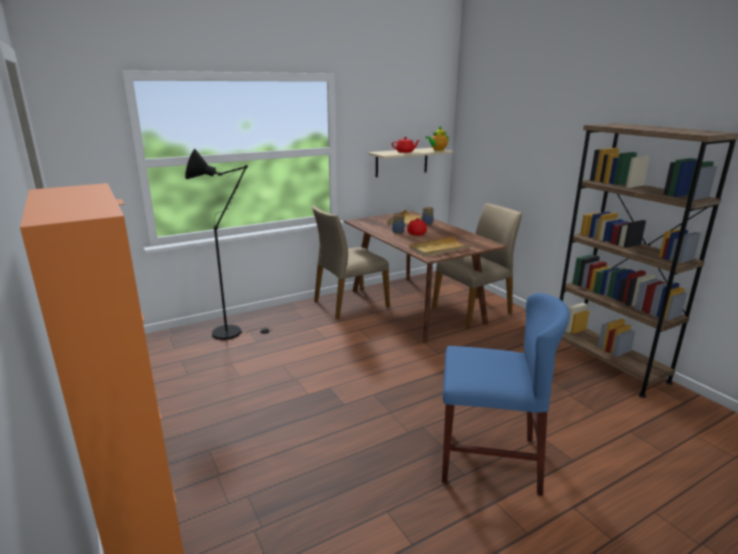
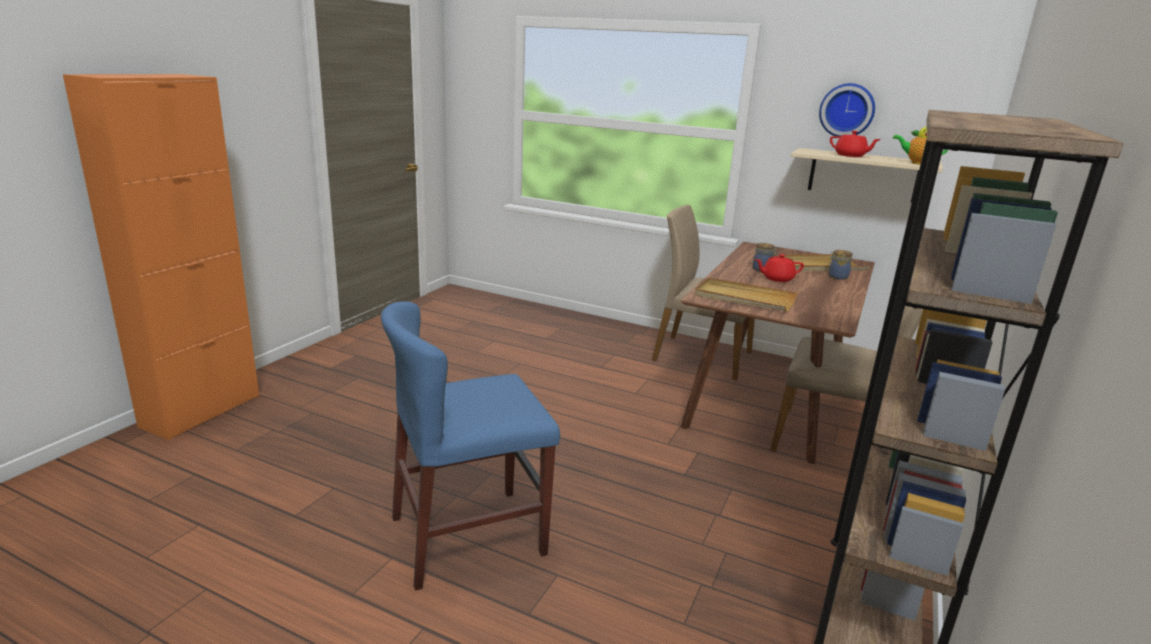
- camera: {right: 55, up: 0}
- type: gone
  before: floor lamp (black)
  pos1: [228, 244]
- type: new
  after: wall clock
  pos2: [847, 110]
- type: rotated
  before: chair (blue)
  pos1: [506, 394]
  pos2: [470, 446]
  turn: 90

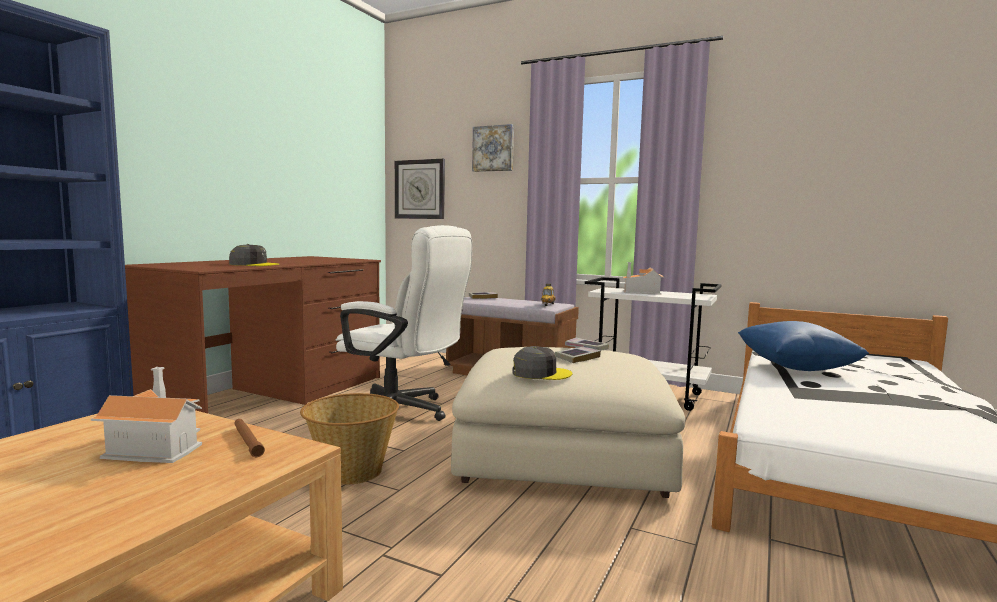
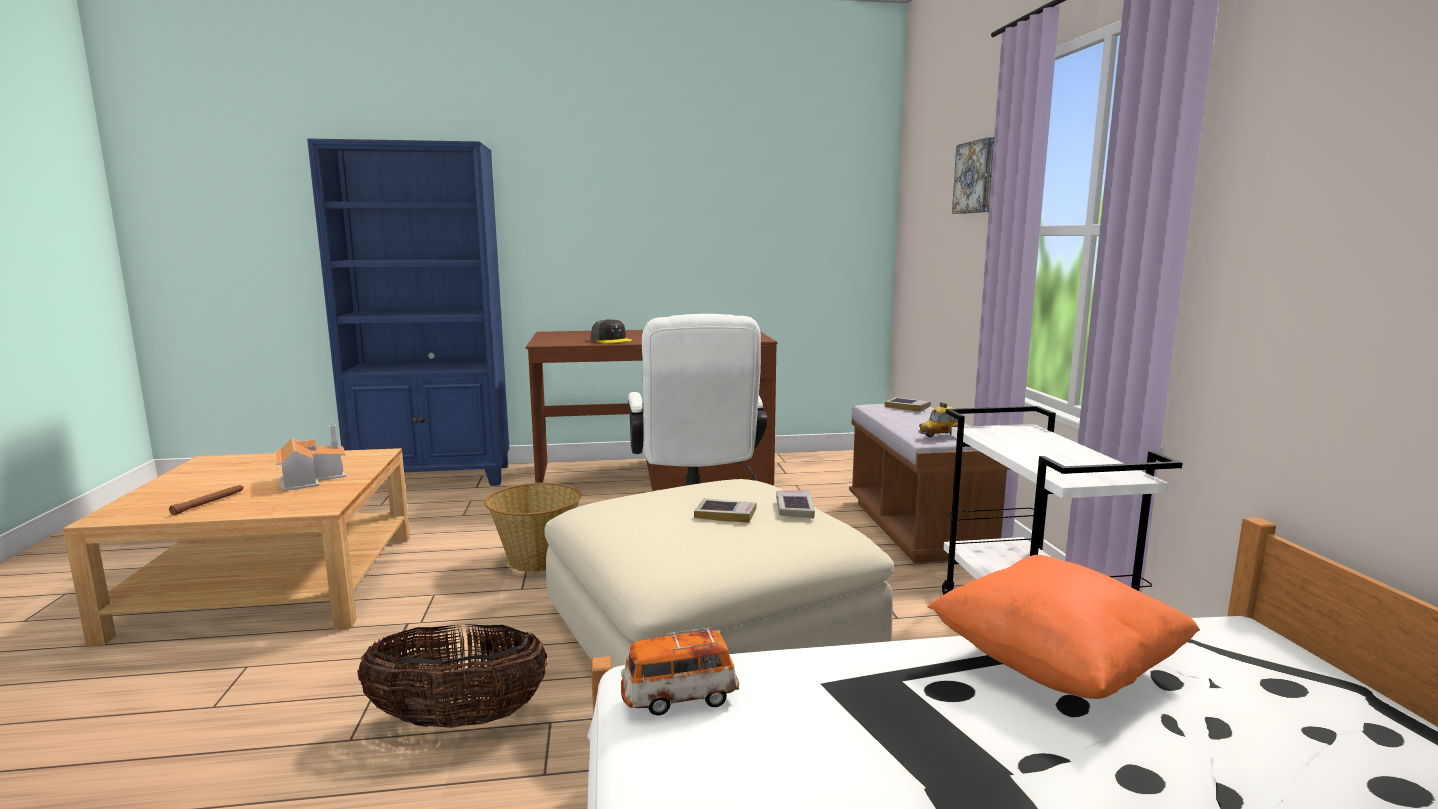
- camera: {right: 55, up: 5}
- type: gone
  before: wall clock
  pos1: [420, 189]
- type: gone
  before: cap (grey)
  pos1: [542, 363]
- type: gone
  before: toy house
  pos1: [643, 278]
- type: new
  after: basket
  pos2: [452, 676]
- type: new
  after: toy car
  pos2: [680, 671]
- type: shifted
  before: flashlight (brown)
  pos1: [249, 438]
  pos2: [206, 500]
- type: repainted
  before: pillow (blue)
  after: pillow (orange)
  pos1: [803, 346]
  pos2: [1064, 627]

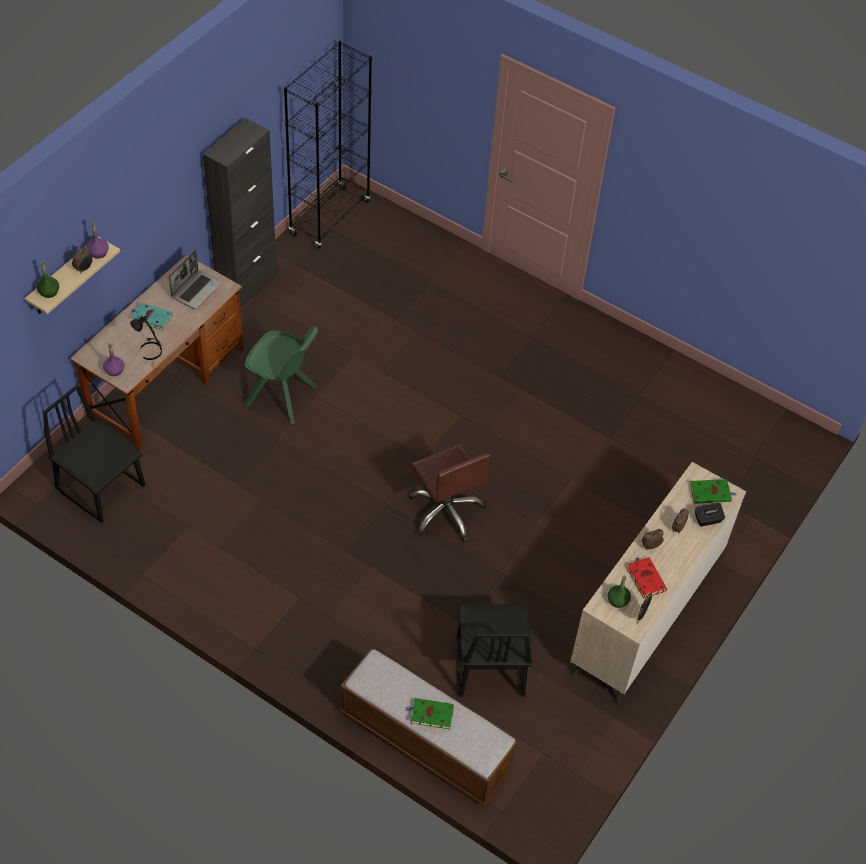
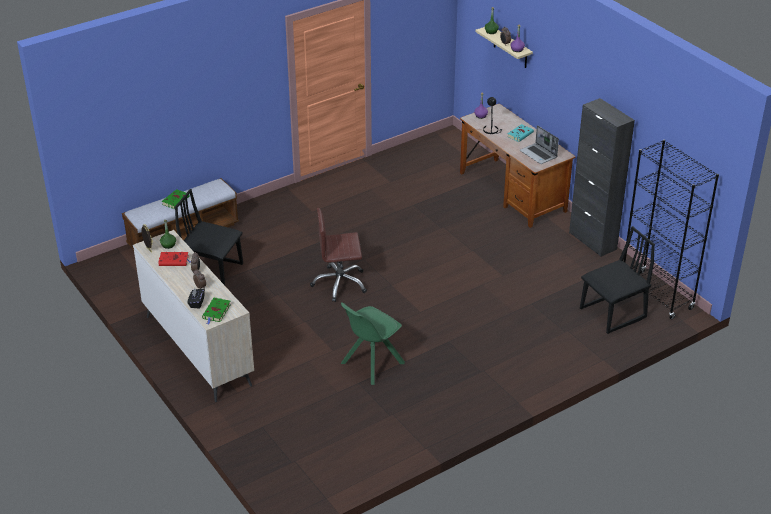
- camera: {right: 115, up: -15}
- type: shifted
  before: chair (black)
  pos1: [94, 453]
  pos2: [617, 280]
- type: shifted
  before: chair (green)
  pos1: [281, 375]
  pos2: [373, 343]

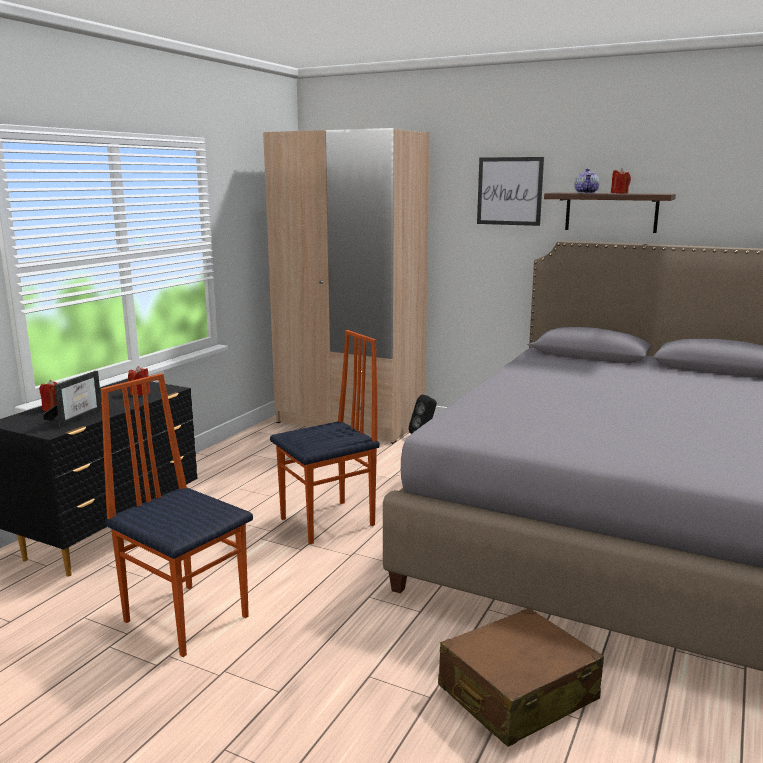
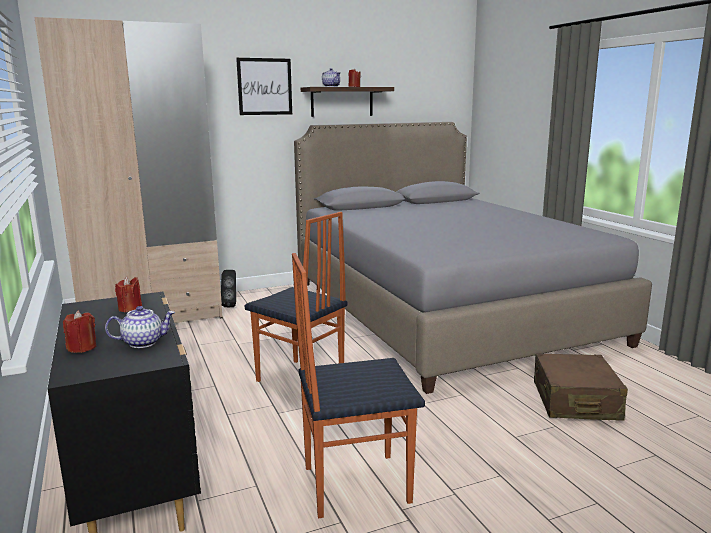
- camera: {right: -50, up: 0}
- type: swapped
  before: picture frame
  after: teapot
  pos1: [72, 399]
  pos2: [140, 327]
- type: rotated
  before: chair
  pos1: [325, 437]
  pos2: [296, 297]
  turn: 120

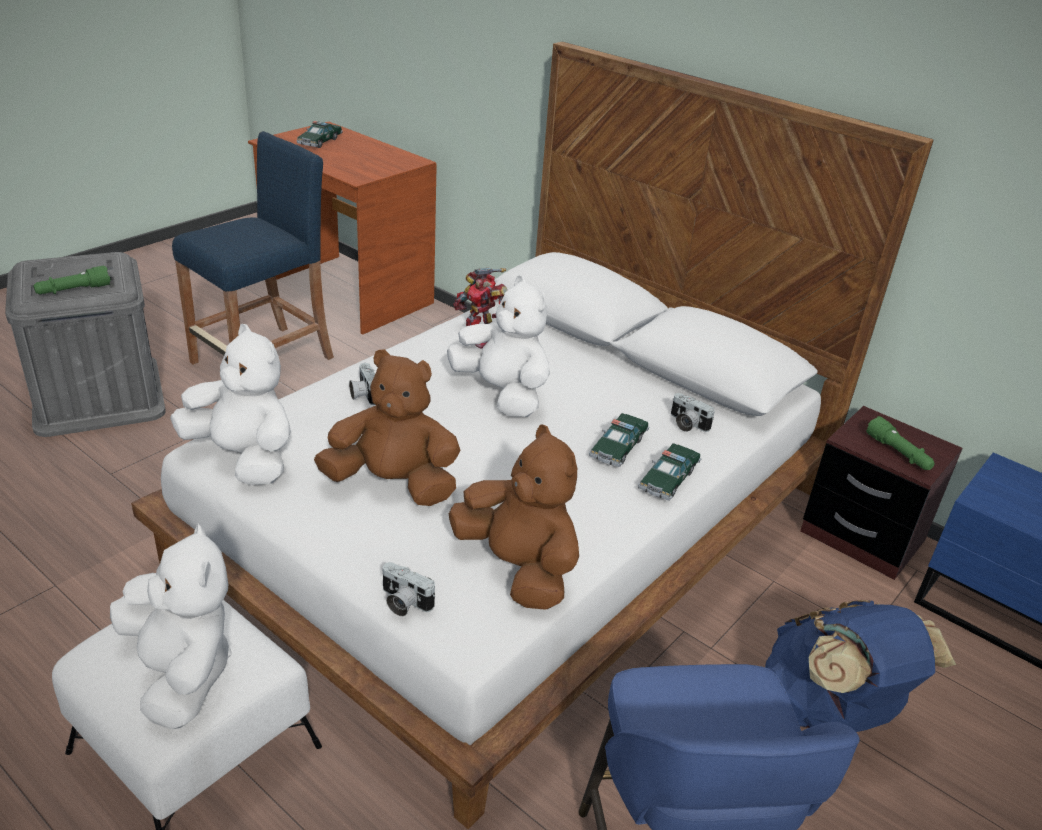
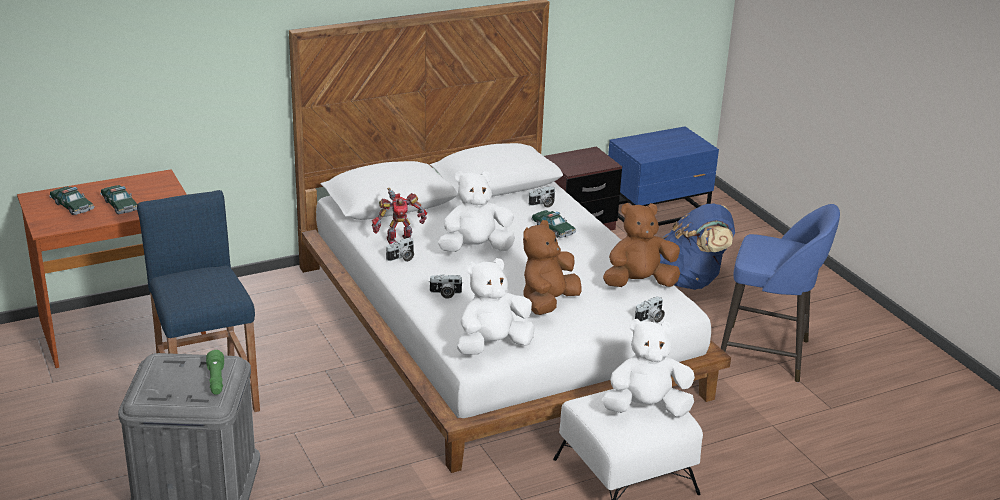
- camera: {right: -65, up: -5}
- type: gone
  before: flashlight (green)
  pos1: [900, 443]
- type: new
  after: photo camera
  pos2: [400, 250]
- type: shifted
  before: toy car
  pos1: [669, 472]
  pos2: [118, 199]

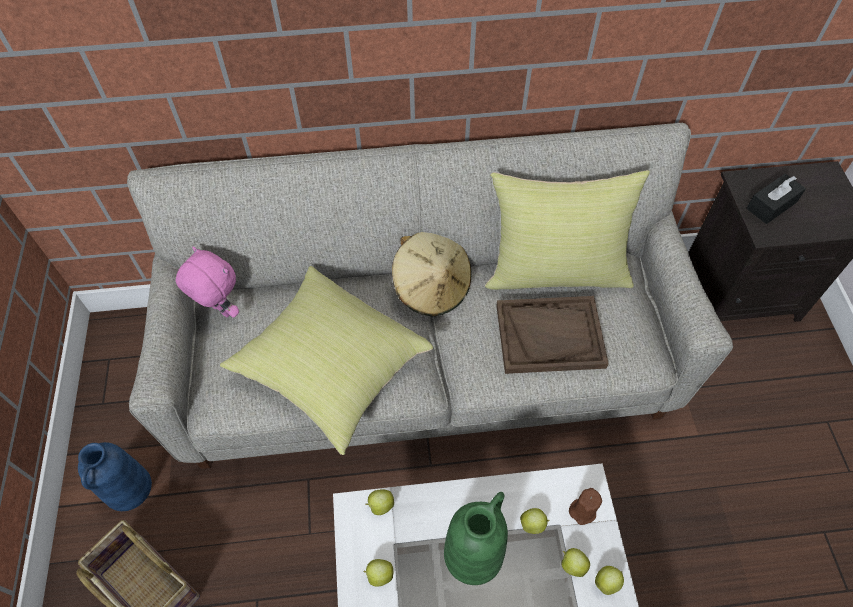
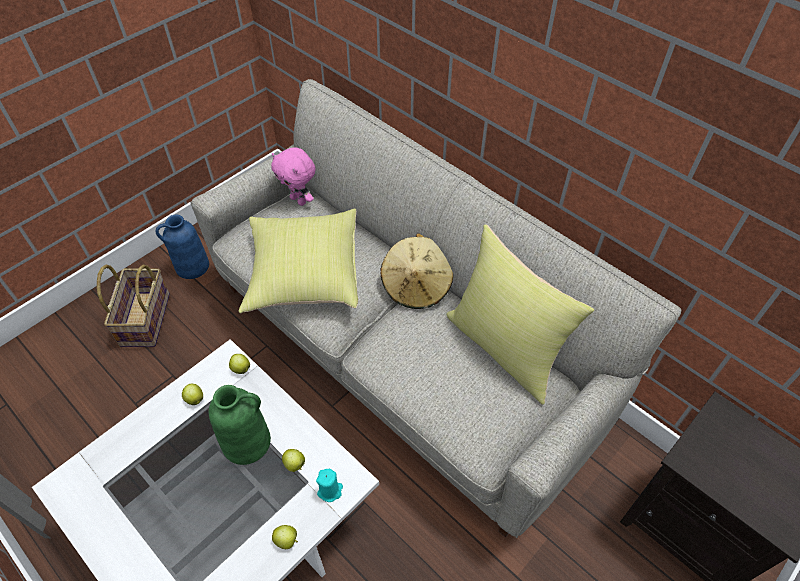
- camera: {right: 50, up: -5}
- type: gone
  before: tray (brown)
  pos1: [552, 335]
- type: gone
  before: apple
  pos1: [576, 562]
- type: gone
  before: tissue box (black)
  pos1: [776, 198]
- type: repainted
  before: candle (brown)
  after: candle (turquoise)
  pos1: [585, 506]
  pos2: [329, 485]
- type: rotated
  before: plush toy (pink)
  pos1: [207, 282]
  pos2: [293, 176]
  turn: 135

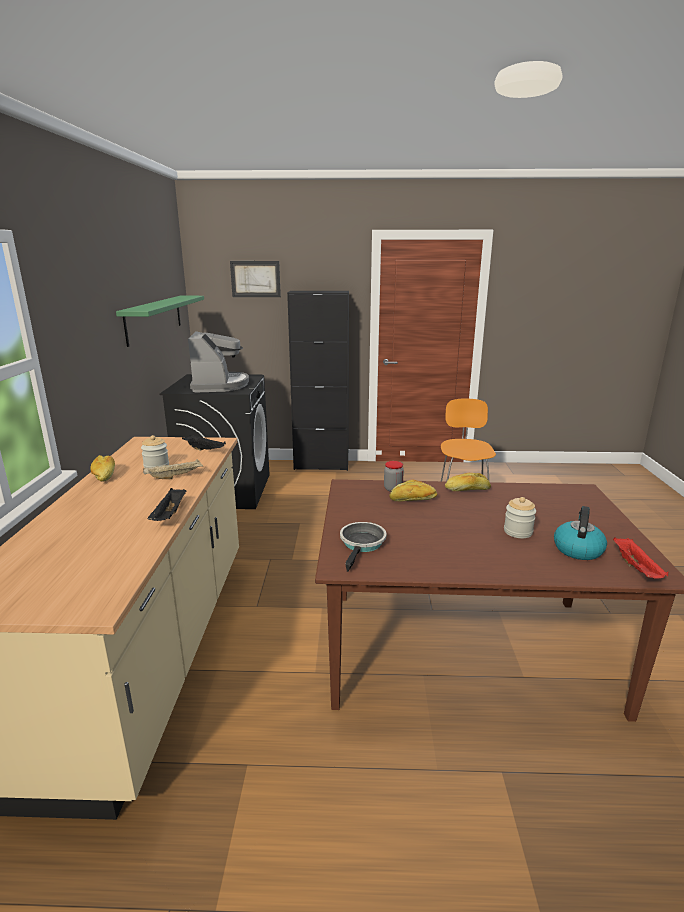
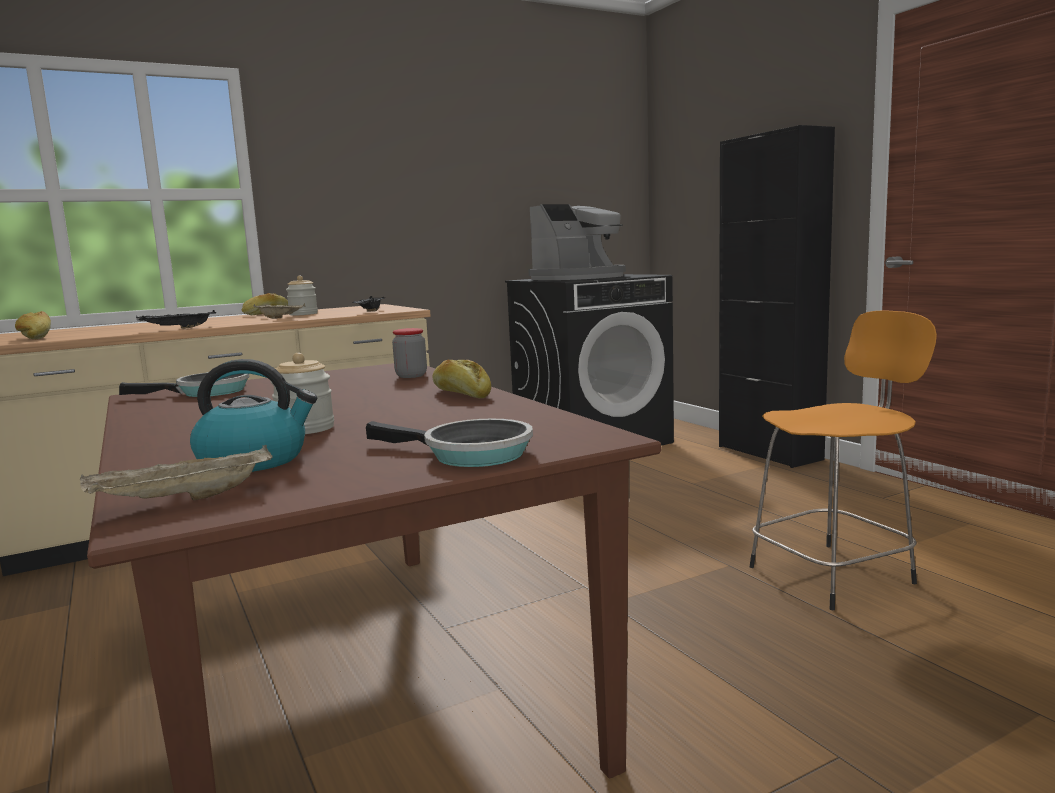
- camera: {right: 60, up: -10}
- type: gone
  before: shelf (green)
  pos1: [160, 321]
- type: gone
  before: picture
  pos1: [255, 279]
- type: new
  after: frying pan
  pos2: [449, 443]
- type: shifted
  before: bread
  pos1: [413, 490]
  pos2: [33, 325]
- type: repainted
  before: tray (red)
  after: tray (beige)
  pos1: [640, 558]
  pos2: [176, 472]

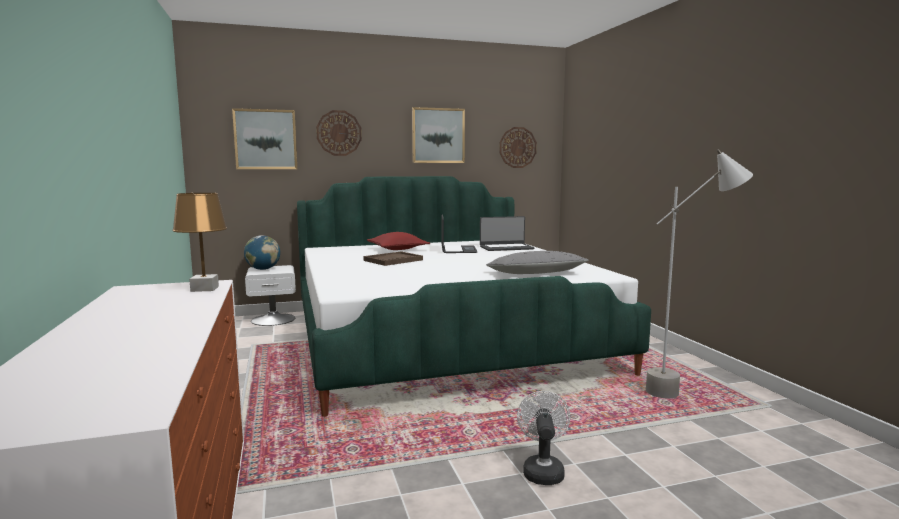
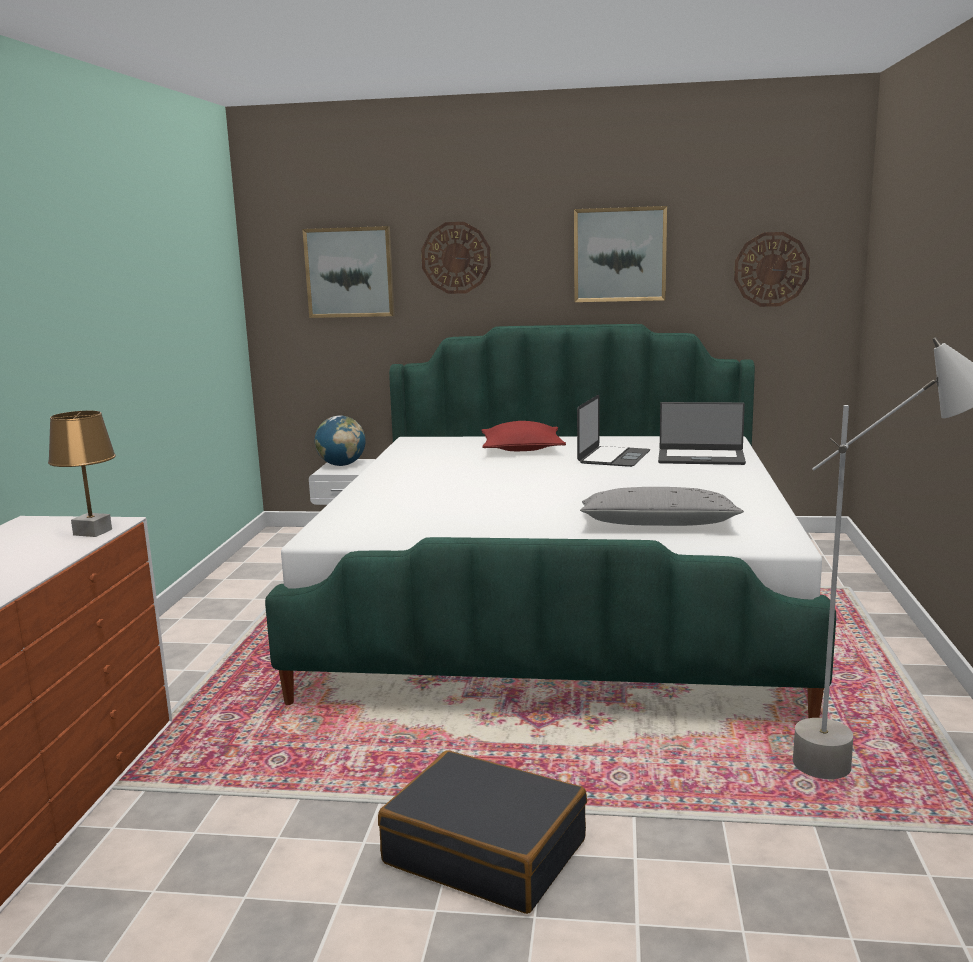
- camera: {right: 25, up: 5}
- type: gone
  before: tray (brown)
  pos1: [393, 259]
- type: swapped
  before: fan (white)
  after: suitcase (black)
  pos1: [543, 438]
  pos2: [482, 832]

